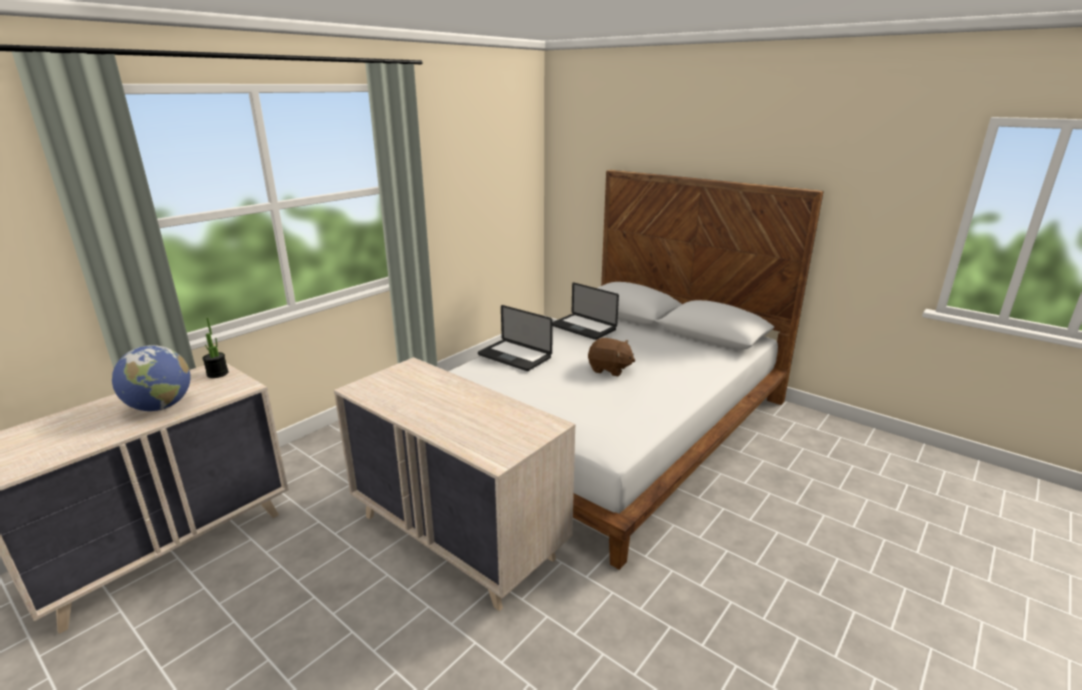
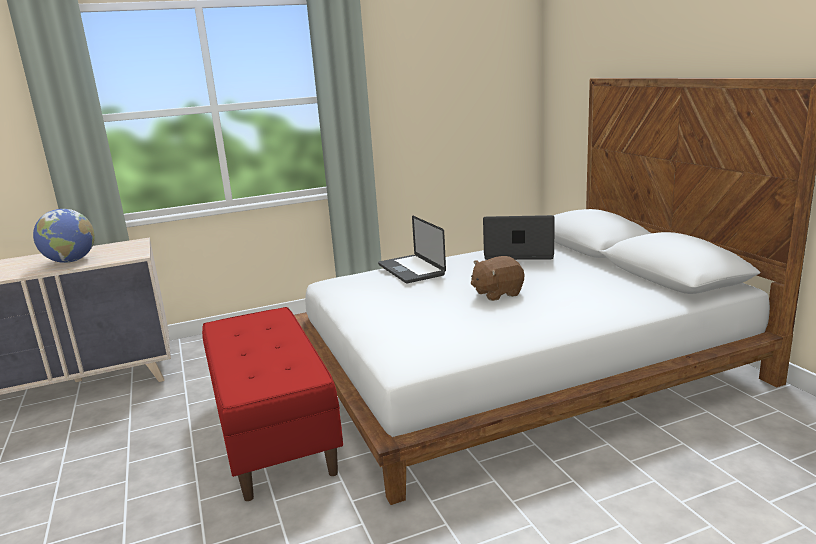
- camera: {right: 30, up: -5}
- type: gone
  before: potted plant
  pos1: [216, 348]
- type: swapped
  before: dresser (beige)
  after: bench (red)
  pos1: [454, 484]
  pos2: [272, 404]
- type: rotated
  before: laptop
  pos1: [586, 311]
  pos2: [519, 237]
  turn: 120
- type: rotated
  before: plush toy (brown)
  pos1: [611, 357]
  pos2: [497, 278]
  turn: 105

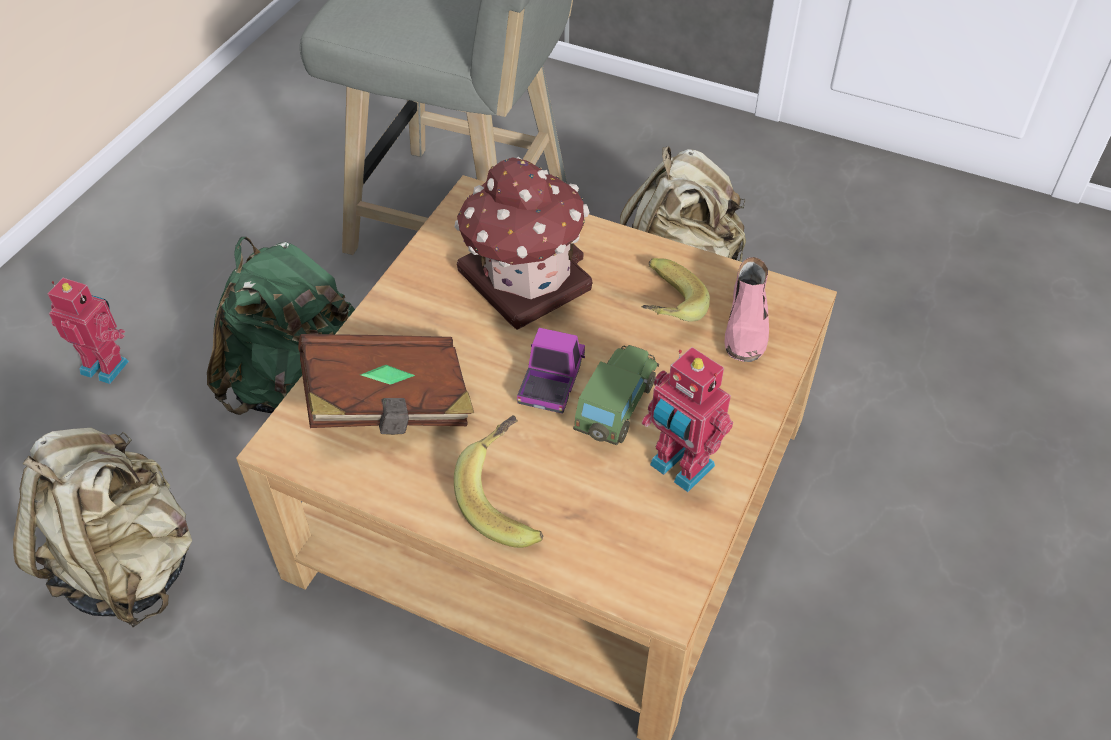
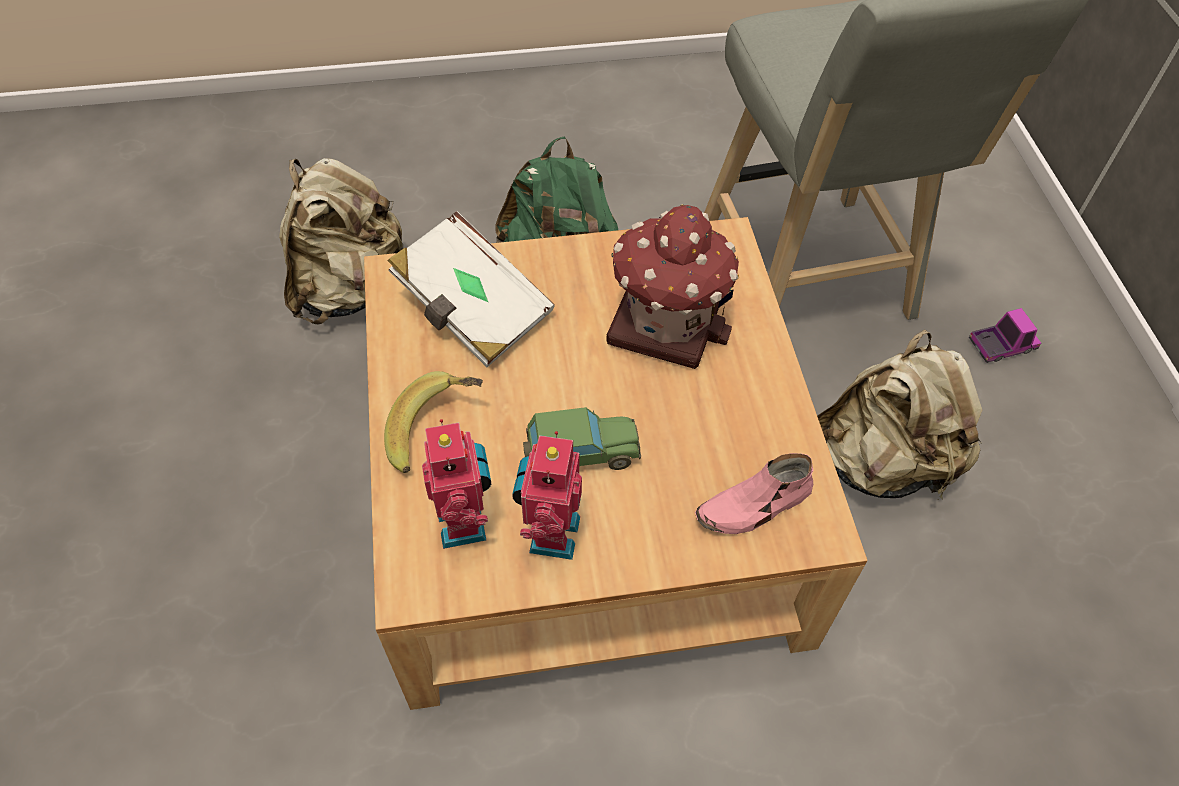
- camera: {right: 55, up: 5}
- type: gone
  before: banana
  pos1: [676, 290]
- type: shifted
  before: toy robot
  pos1: [88, 331]
  pos2: [456, 484]
- type: shifted
  before: toy truck
  pos1: [551, 371]
  pos2: [1005, 335]
- type: repainted
  before: book (brown)
  after: book (white)
  pos1: [386, 384]
  pos2: [471, 289]

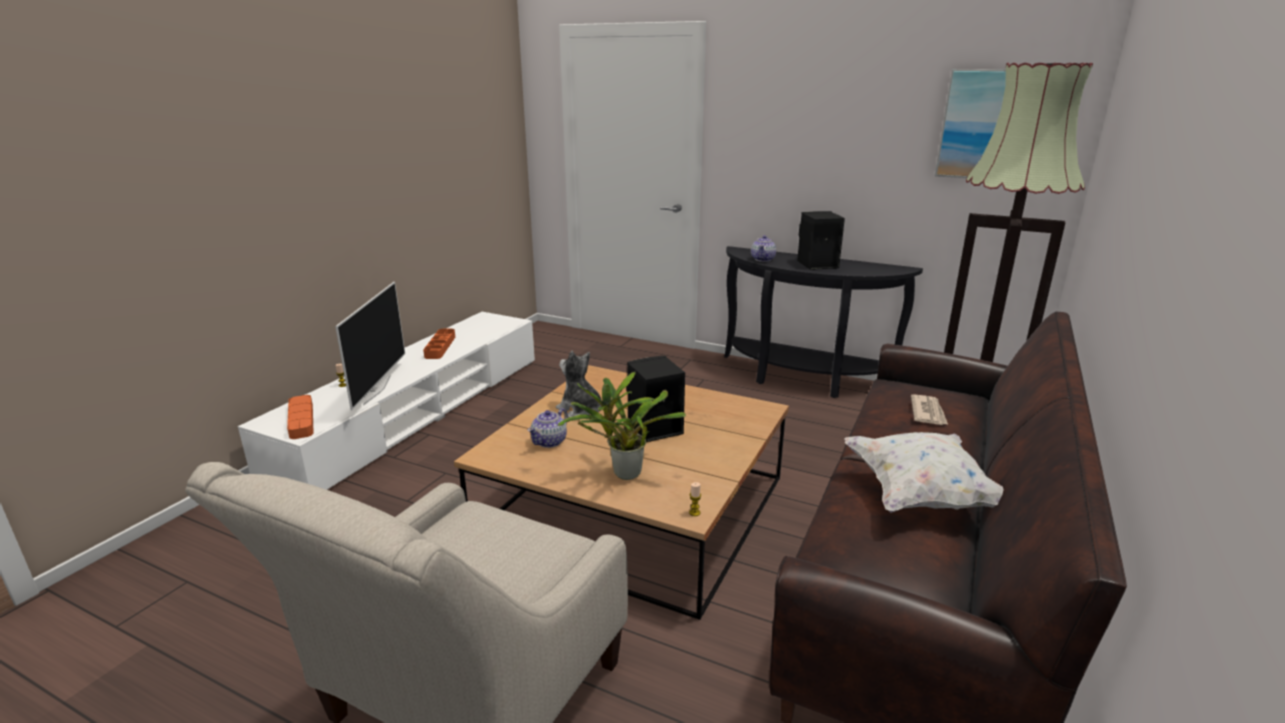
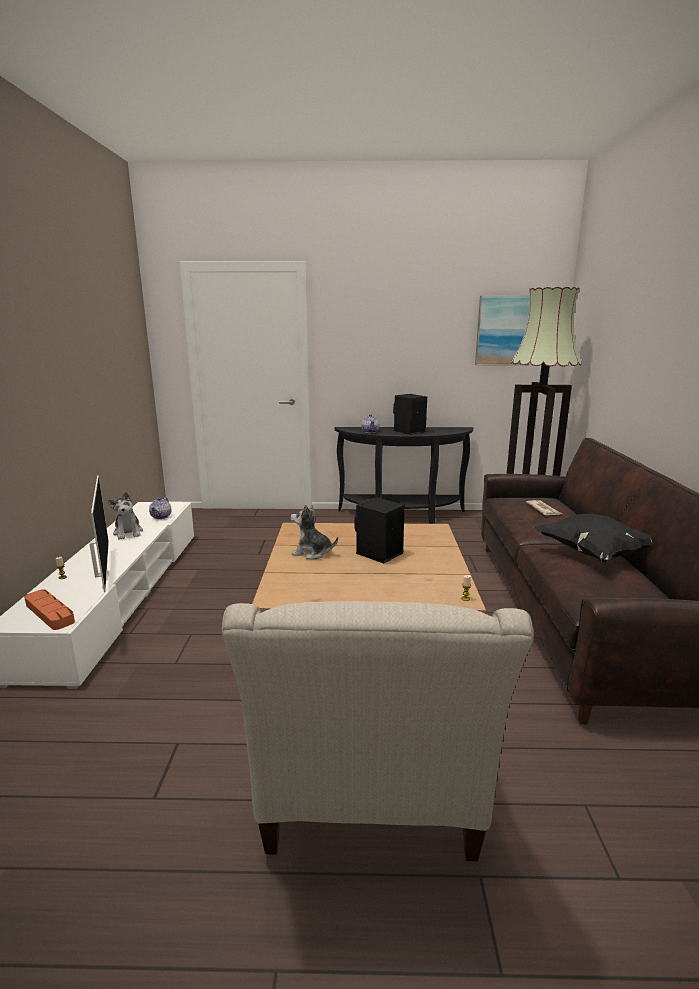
- camera: {right: -25, up: -5}
- type: gone
  before: potted plant
  pos1: [622, 426]
- type: shifted
  before: teapot
  pos1: [547, 428]
  pos2: [160, 508]
- type: swapped
  before: tray (orange)
  after: plush toy
  pos1: [439, 344]
  pos2: [125, 516]
- type: repainted
  before: pillow (white)
  after: pillow (black)
  pos1: [923, 472]
  pos2: [593, 537]

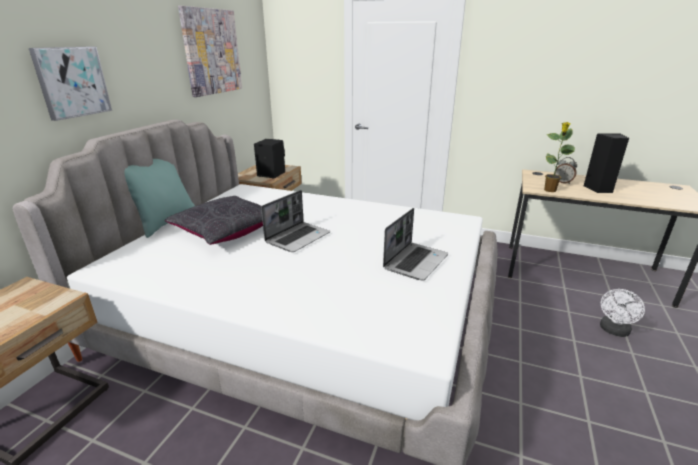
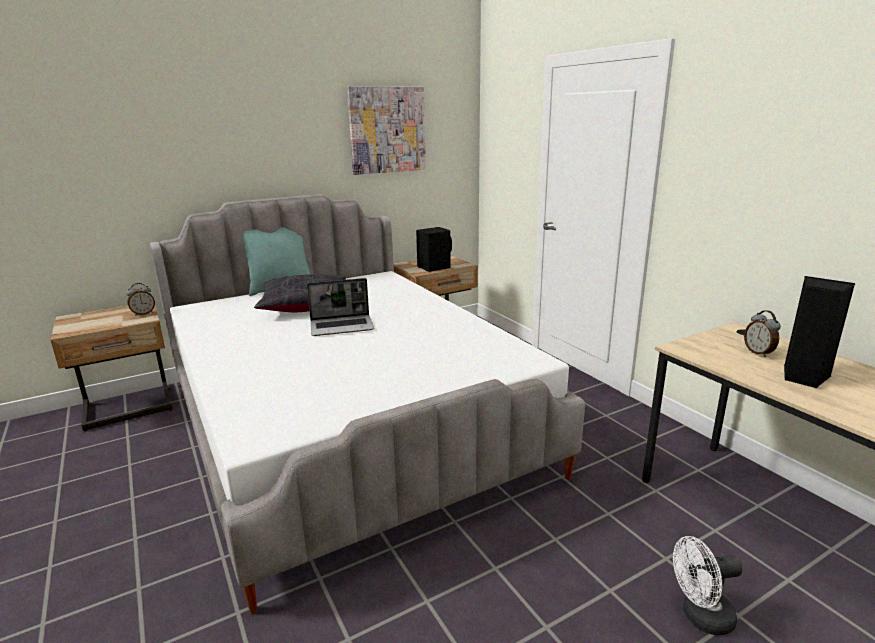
- camera: {right: 40, up: -5}
- type: gone
  before: picture
  pos1: [70, 84]
- type: gone
  before: laptop
  pos1: [415, 244]
- type: gone
  before: potted plant
  pos1: [559, 157]
- type: new
  after: alarm clock
  pos2: [141, 299]

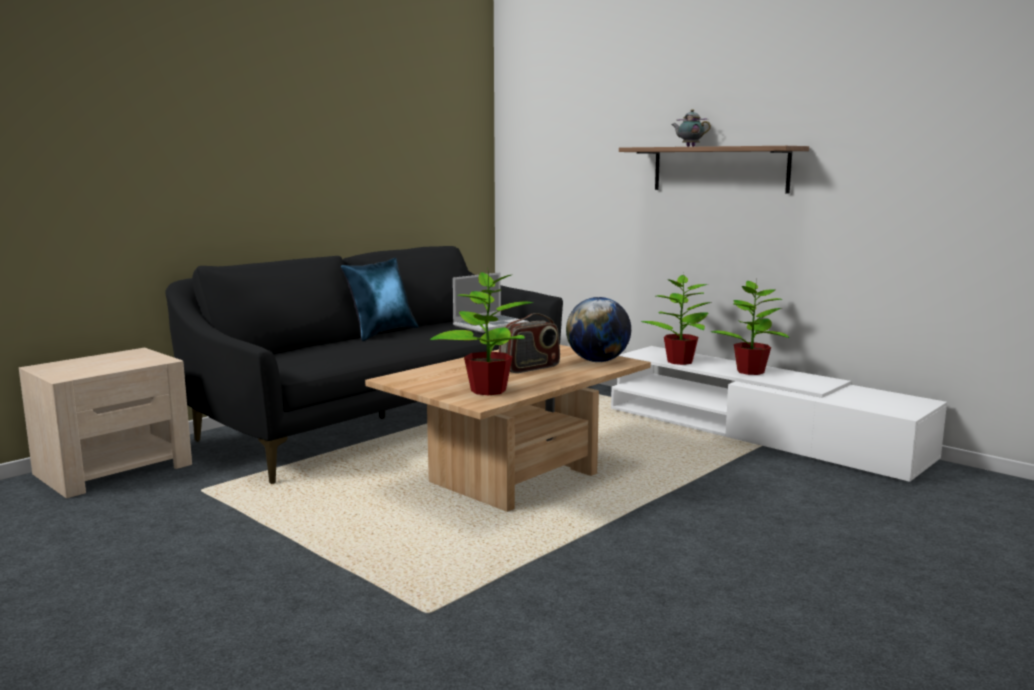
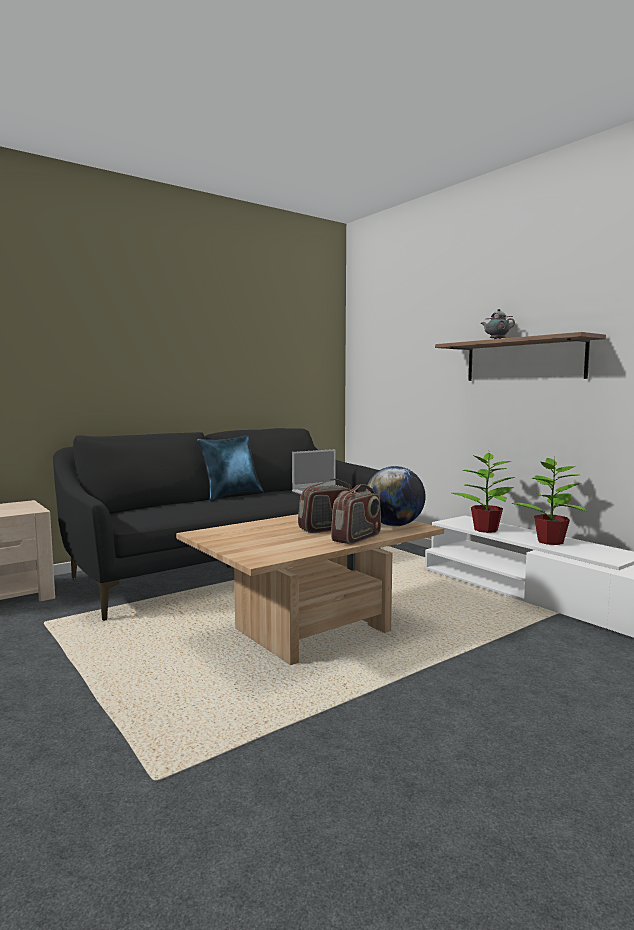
- camera: {right: 10, up: -5}
- type: gone
  before: potted plant
  pos1: [482, 332]
- type: new
  after: radio
  pos2: [356, 514]

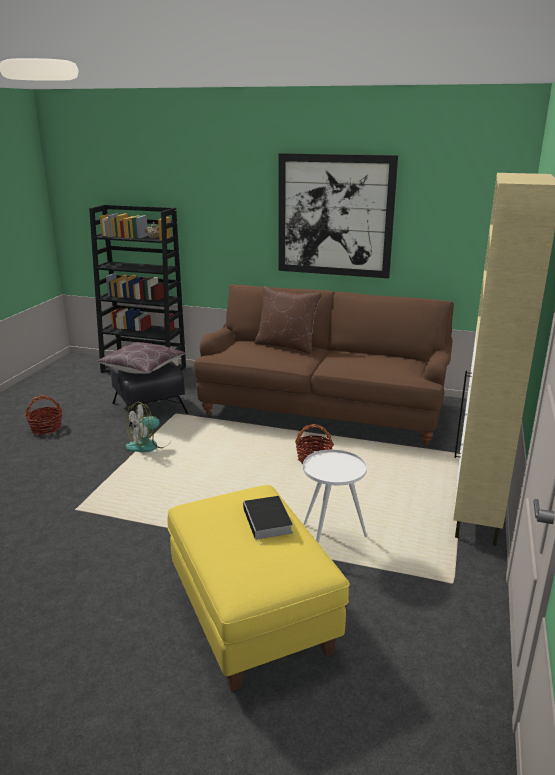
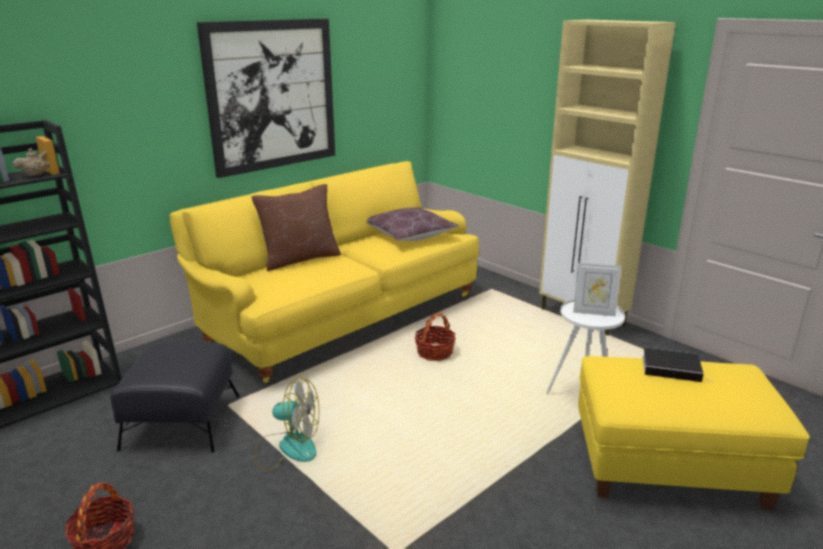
- camera: {right: -60, up: 0}
- type: new
  after: picture frame
  pos2: [597, 290]
- type: shifted
  before: pillow (brown)
  pos1: [141, 358]
  pos2: [413, 224]
- type: repainted
  before: sofa (brown)
  after: sofa (yellow)
  pos1: [324, 365]
  pos2: [324, 272]
- type: rotated
  before: fan
  pos1: [148, 427]
  pos2: [286, 424]
  turn: -75

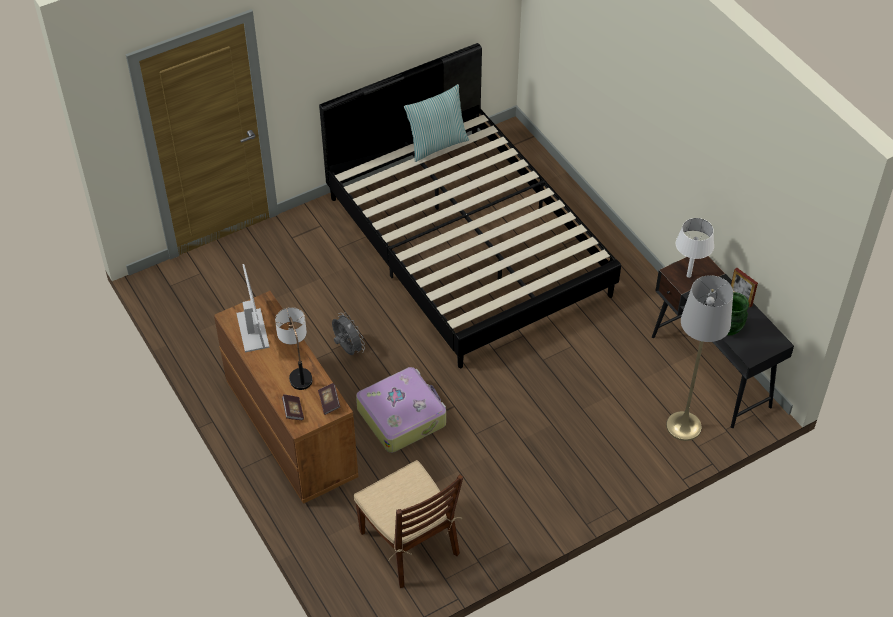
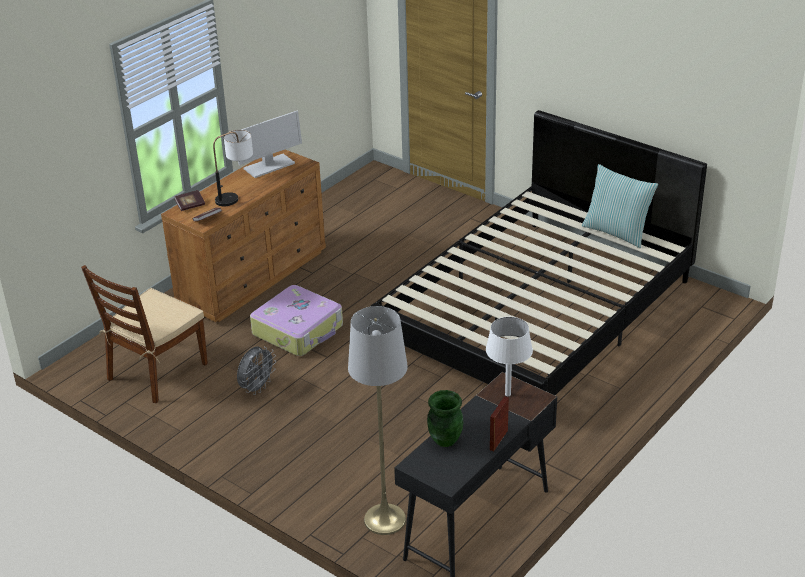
- camera: {right: 70, up: -15}
- type: shifted
  before: fan (grey)
  pos1: [348, 334]
  pos2: [256, 370]

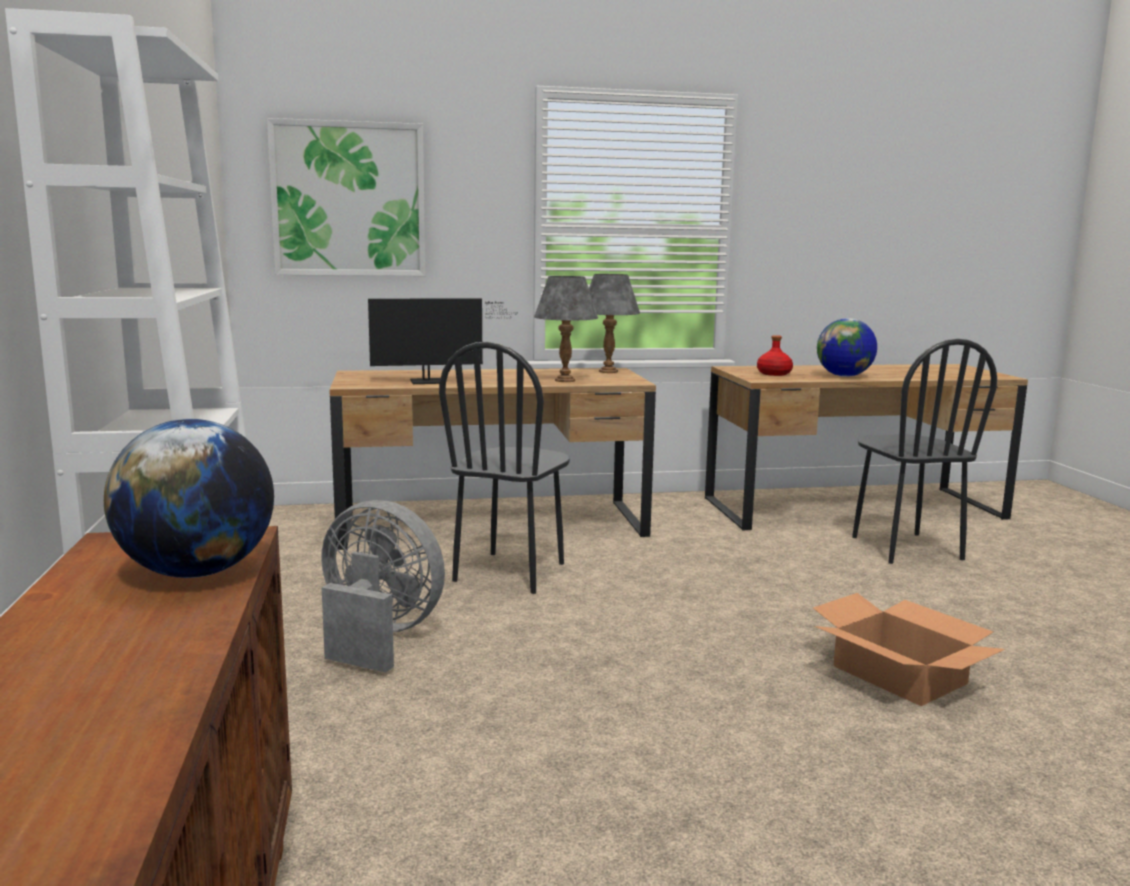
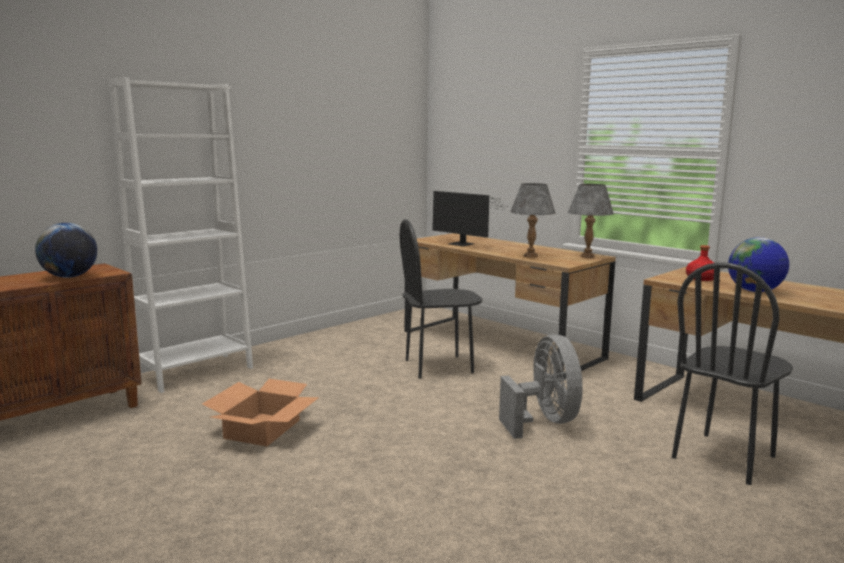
- camera: {right: 55, up: 0}
- type: gone
  before: picture
  pos1: [346, 197]
- type: shifted
  before: fan (grey)
  pos1: [383, 586]
  pos2: [541, 386]
- type: shifted
  before: cardboard box
  pos1: [909, 649]
  pos2: [260, 412]

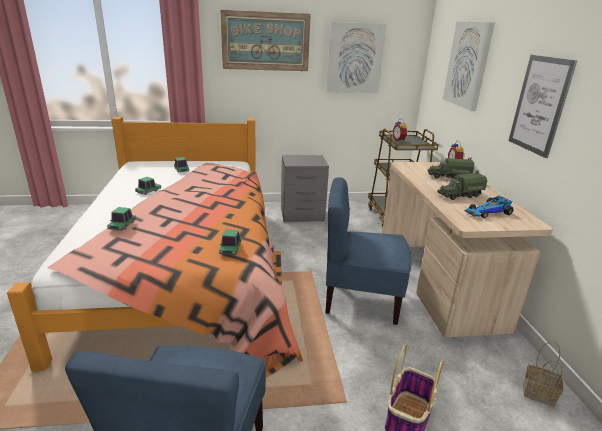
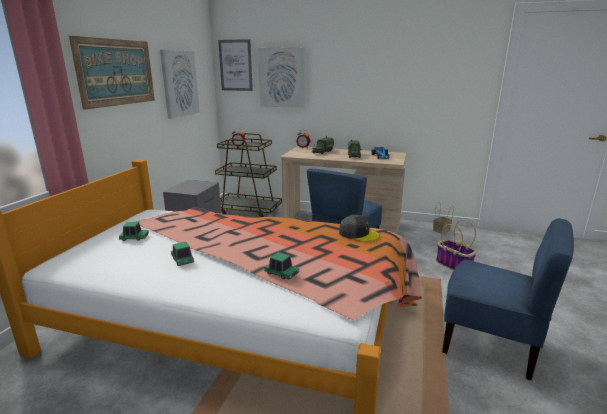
- camera: {right: -65, up: -5}
- type: shifted
  before: picture
  pos1: [542, 106]
  pos2: [235, 65]
- type: swapped
  before: toy car
  after: cap (grey)
  pos1: [230, 242]
  pos2: [359, 228]

